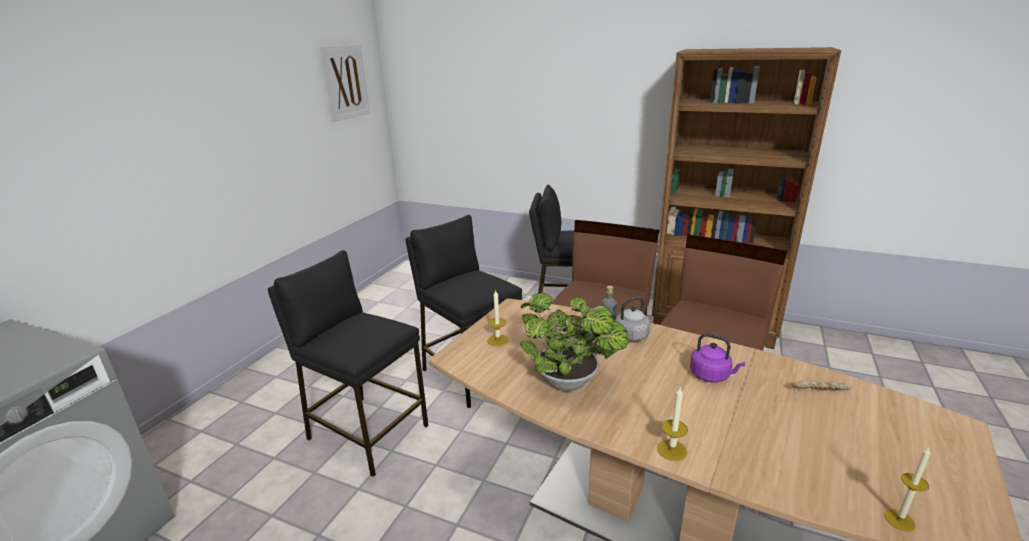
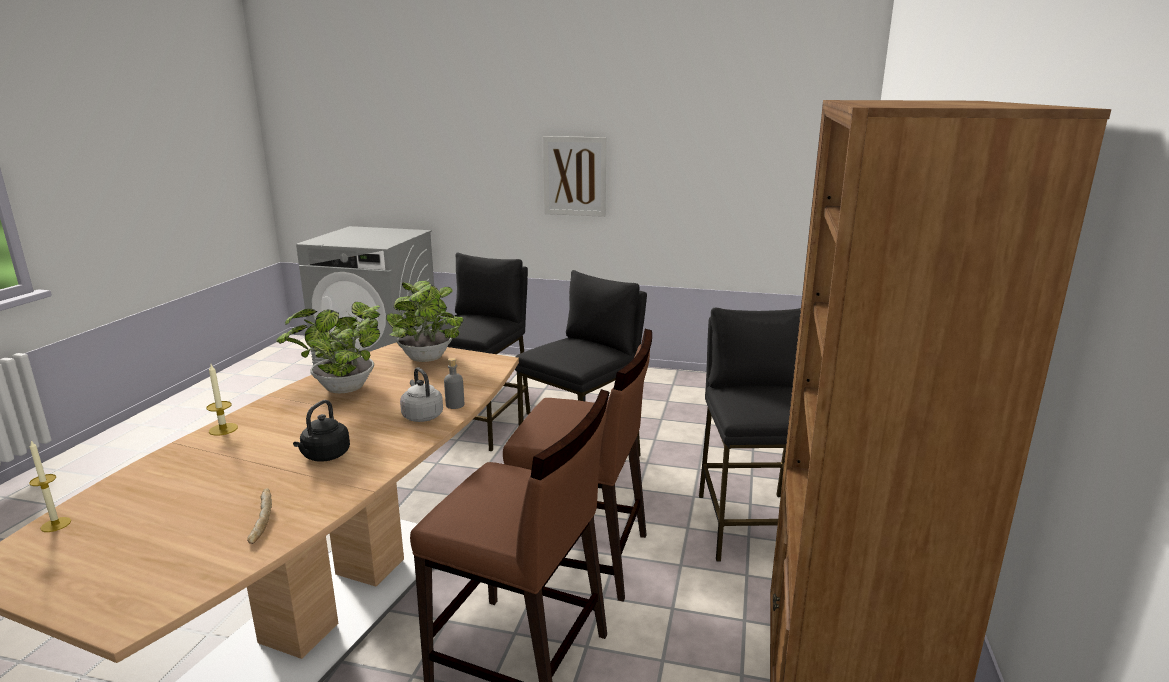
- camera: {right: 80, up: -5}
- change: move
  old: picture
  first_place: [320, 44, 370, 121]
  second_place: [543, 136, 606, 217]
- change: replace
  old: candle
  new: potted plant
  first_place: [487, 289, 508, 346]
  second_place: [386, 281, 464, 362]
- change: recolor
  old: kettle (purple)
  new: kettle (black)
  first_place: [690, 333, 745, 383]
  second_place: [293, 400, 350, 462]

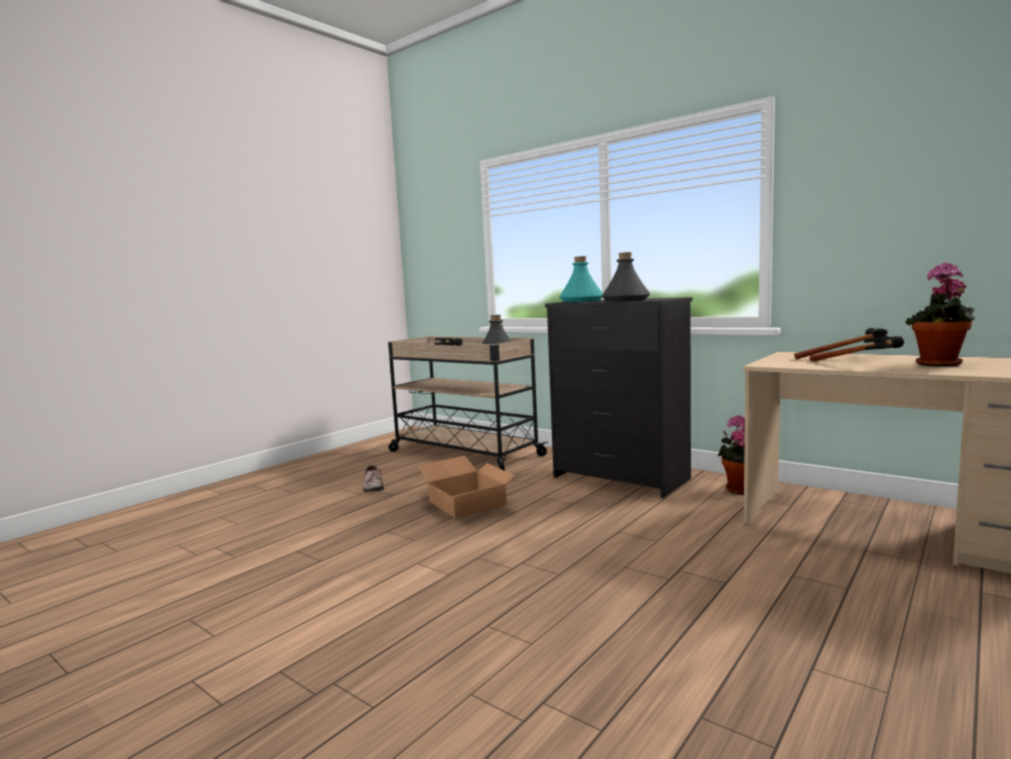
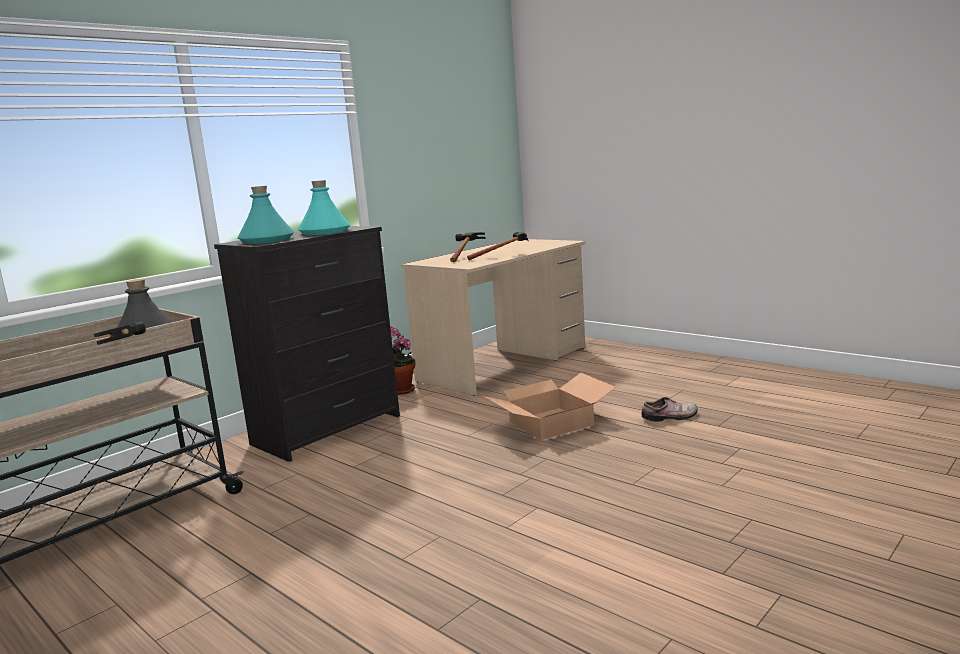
- camera: {right: -85, up: 5}
- change: recolor
  old: bottle (grey)
  new: bottle (turquoise)
  first_place: [602, 252, 650, 302]
  second_place: [298, 180, 351, 235]
- change: delete
  old: potted plant
  first_place: [906, 262, 975, 366]
- change: move
  old: cardboard box
  first_place: [417, 456, 517, 519]
  second_place: [484, 373, 615, 440]
- change: move
  old: shoe
  first_place: [363, 465, 384, 492]
  second_place: [641, 397, 698, 422]

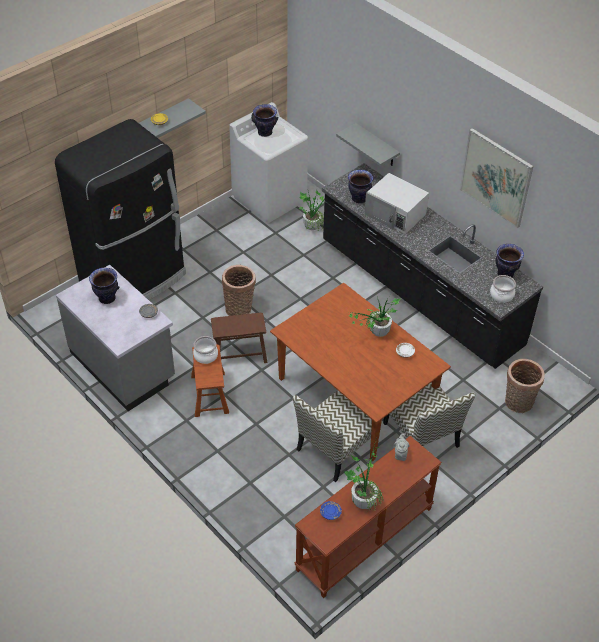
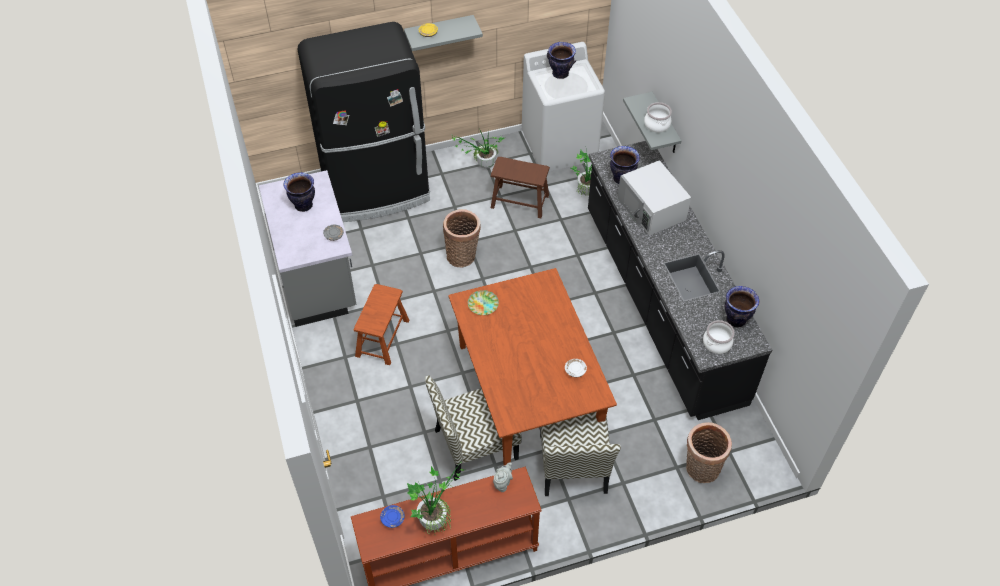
- camera: {right: 25, up: 5}
- change: delete
  old: picture
  first_place: [460, 128, 533, 228]
- change: move
  old: potted plant
  first_place: [349, 297, 401, 337]
  second_place: [450, 130, 505, 169]
- change: move
  old: stool (brown)
  first_place: [211, 313, 268, 363]
  second_place: [491, 157, 550, 218]
- change: move
  old: cooking pot
  first_place: [193, 336, 218, 364]
  second_place: [644, 102, 672, 133]
- change: insert
  new: plate
  second_place: [468, 290, 499, 315]

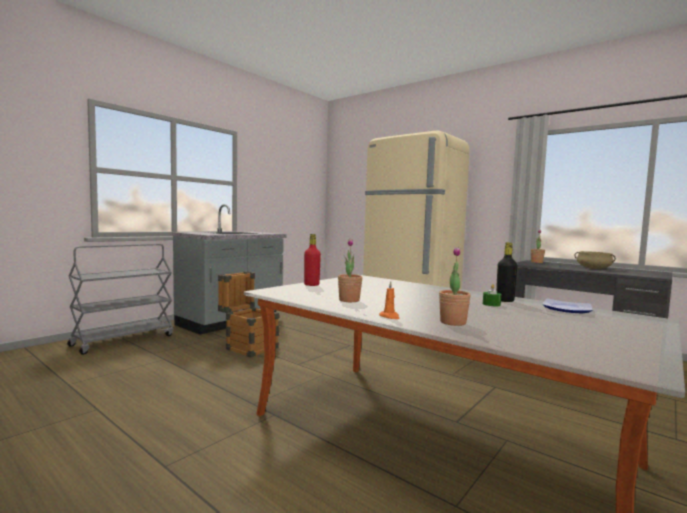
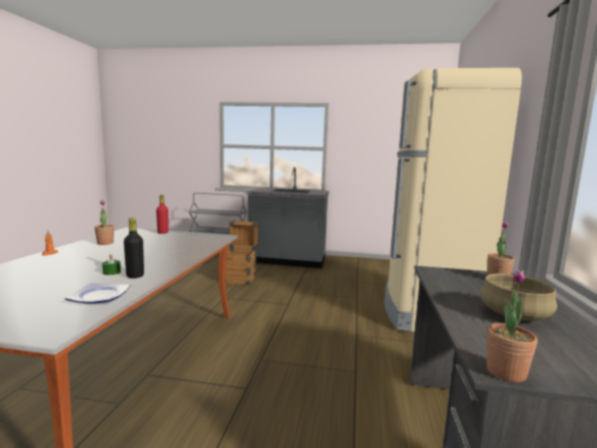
- camera: {right: 60, up: 5}
- change: move
  old: potted plant
  first_place: [439, 247, 471, 326]
  second_place: [487, 269, 538, 382]

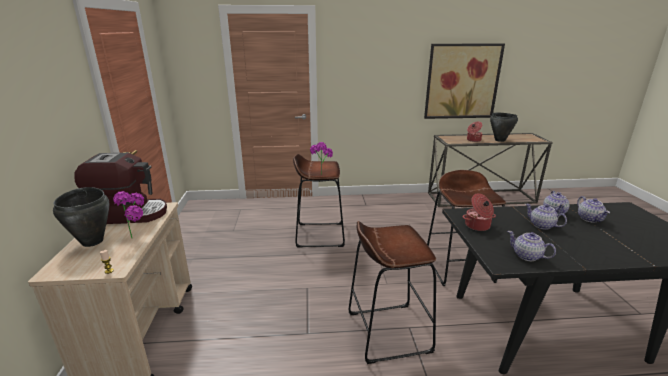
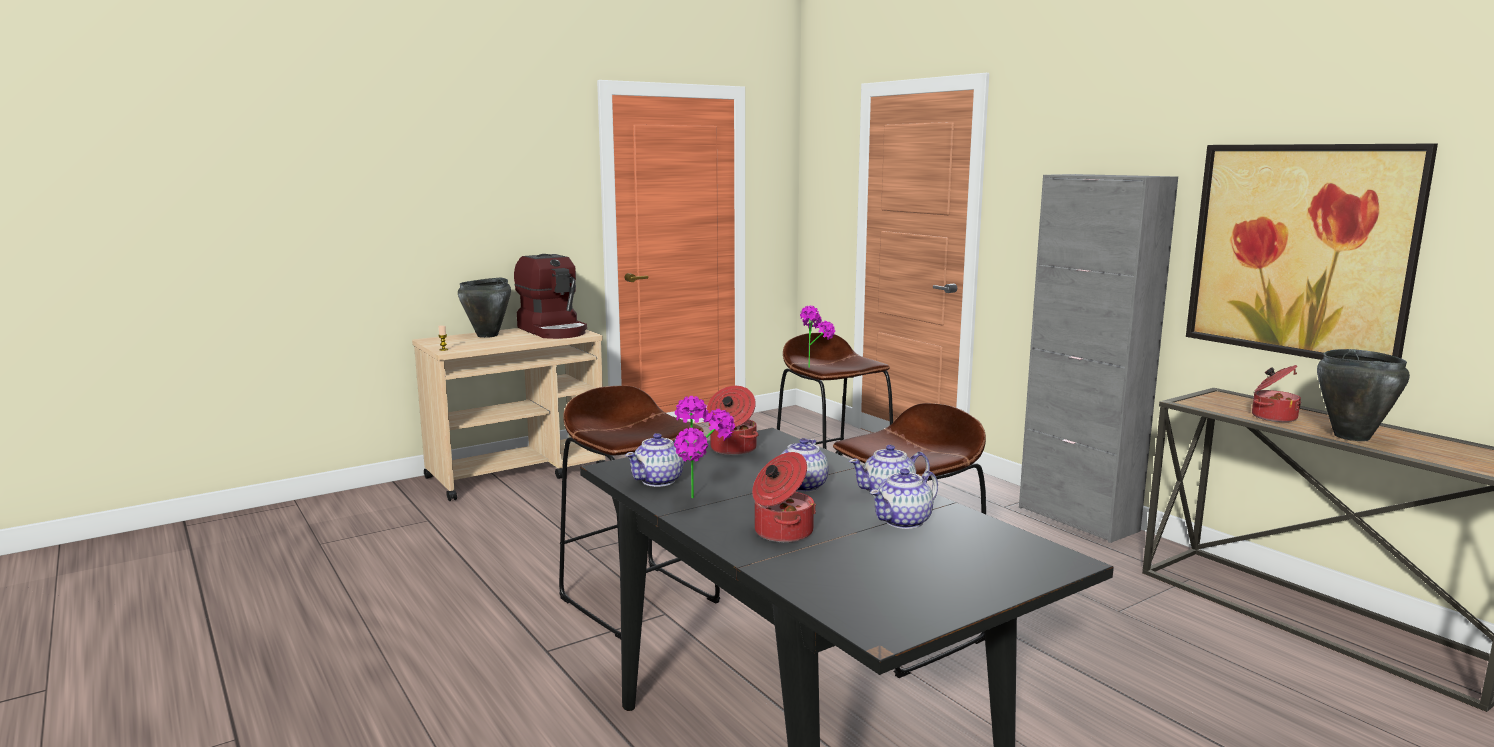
- camera: {right: 60, up: -10}
- change: move
  old: potted plant
  first_place: [113, 191, 145, 238]
  second_place: [674, 396, 735, 498]
- change: rotate
  old: teapot
  first_place: [507, 231, 556, 261]
  second_place: [625, 433, 689, 487]
  degrees: -150
- change: insert
  new: cabinet (grey)
  second_place: [1019, 174, 1178, 543]
- change: insert
  new: cooking pot
  second_place: [752, 452, 816, 543]

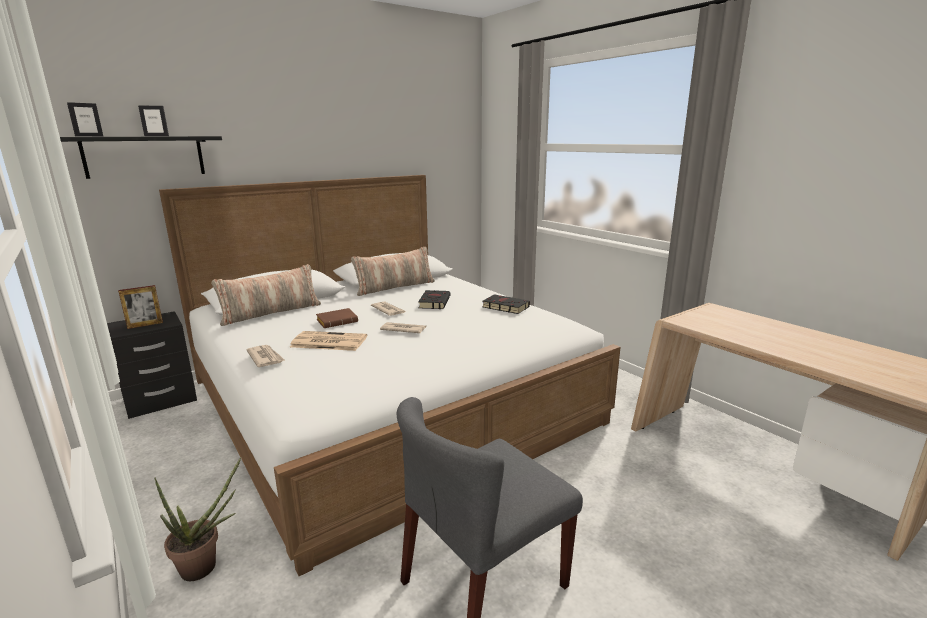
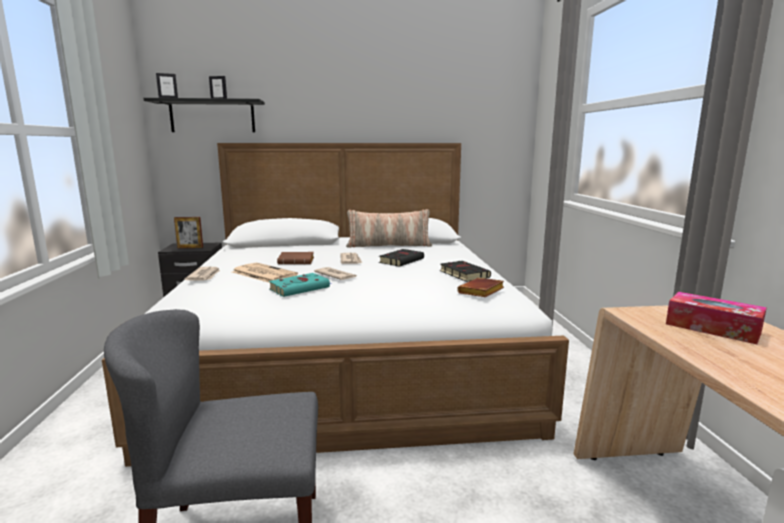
- camera: {right: 30, up: -5}
- change: delete
  old: pillow
  first_place: [211, 264, 321, 326]
- change: delete
  old: potted plant
  first_place: [154, 457, 241, 581]
- change: insert
  new: book (turquoise)
  second_place: [269, 273, 332, 297]
- change: insert
  new: book (brown)
  second_place: [457, 278, 504, 297]
- change: insert
  new: tissue box
  second_place: [666, 292, 767, 345]

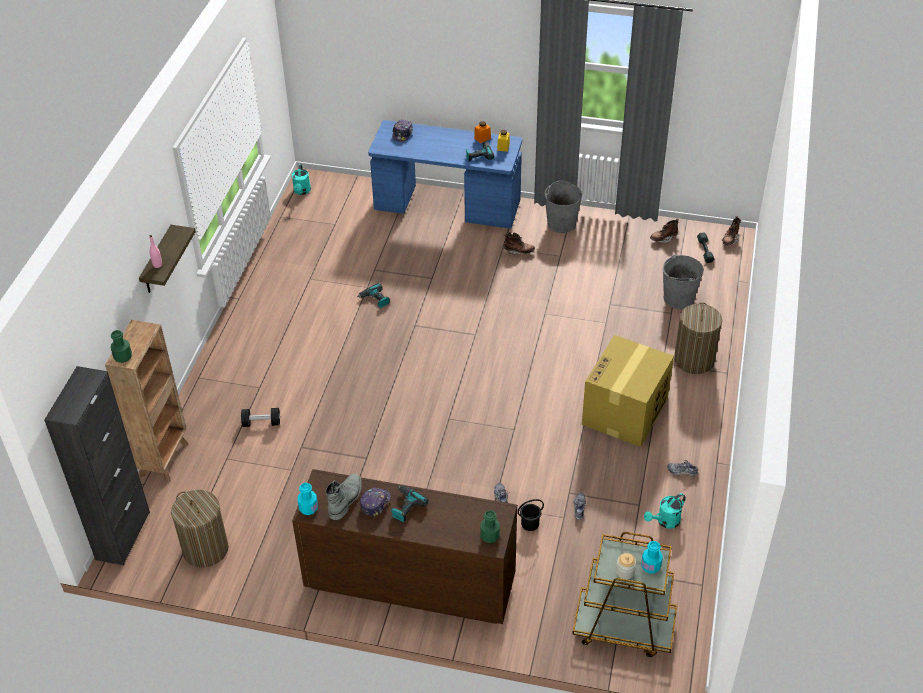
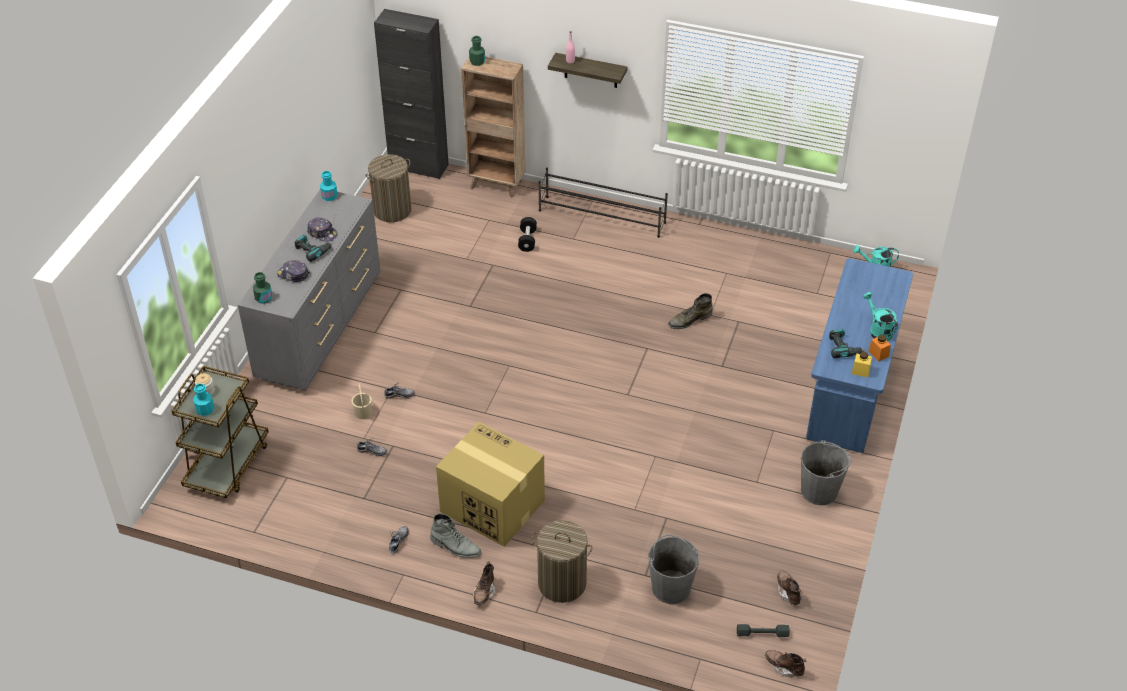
- camera: {right: 95, up: 0}
- change: move
  old: cap
  first_place: [392, 120, 413, 142]
  second_place: [277, 260, 310, 282]
- change: move
  old: boot (brown)
  first_place: [504, 232, 535, 255]
  second_place: [472, 561, 495, 605]
- change: replace
  old: power drill
  new: boot (green)
  first_place: [357, 283, 390, 308]
  second_place: [668, 293, 713, 329]
- change: recolor
  old: dresser (brown)
  new: dresser (grey)
  first_place: [292, 469, 517, 624]
  second_place: [238, 190, 381, 391]
- change: move
  old: boot (grey)
  first_place: [326, 474, 362, 520]
  second_place: [430, 514, 481, 558]
- change: move
  old: watering can (turquoise)
  first_place: [644, 493, 686, 529]
  second_place: [863, 292, 898, 341]
- change: recolor
  old: bucket (black)
  new: bucket (beige)
  first_place: [518, 499, 544, 531]
  second_place: [351, 383, 372, 419]
- change: insert
  new: shoe rack (black)
  second_place: [538, 168, 668, 238]

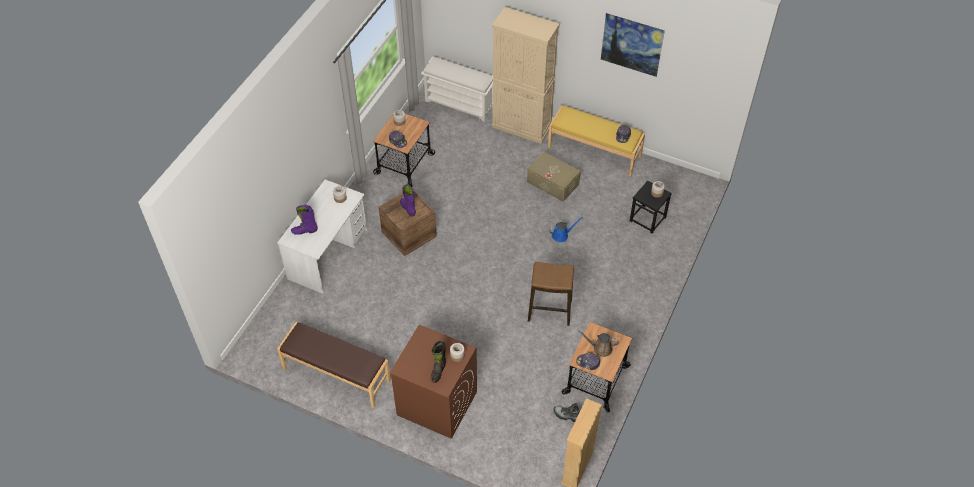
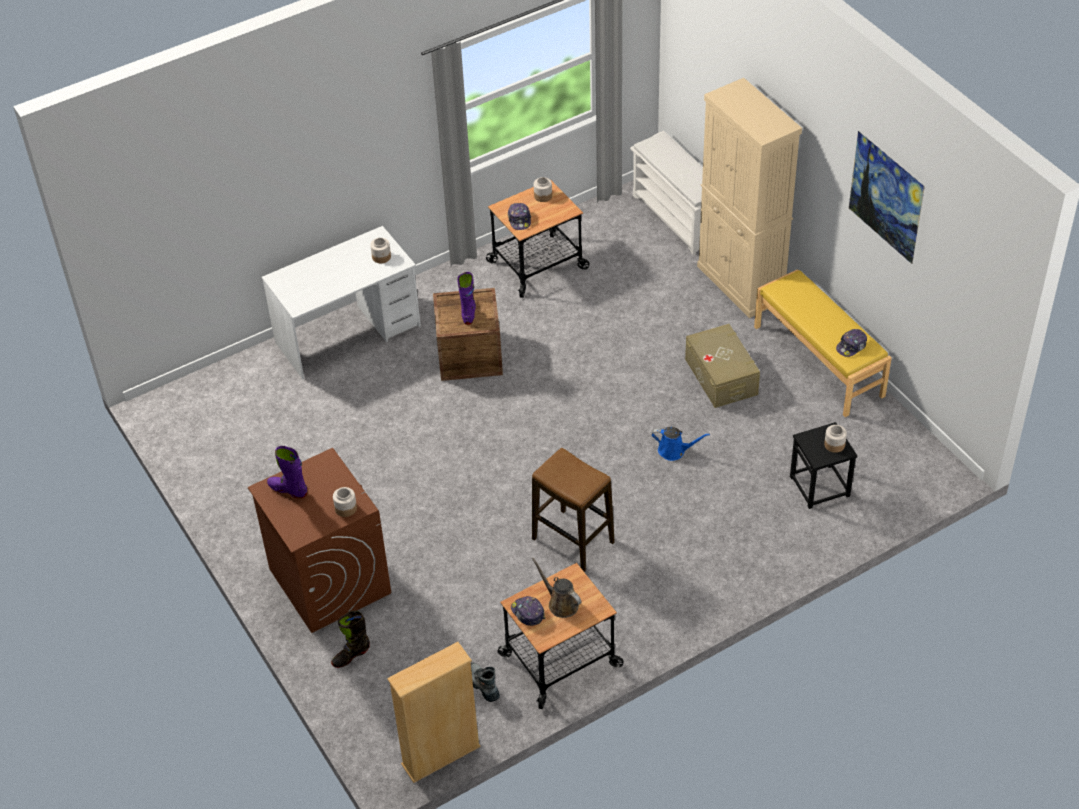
- camera: {right: 35, up: -5}
- change: move
  old: boot (purple)
  first_place: [291, 205, 318, 235]
  second_place: [267, 446, 307, 498]
- change: delete
  old: bench (brown)
  first_place: [277, 322, 391, 408]
- change: move
  old: boot (black)
  first_place: [431, 341, 446, 383]
  second_place: [331, 610, 370, 668]

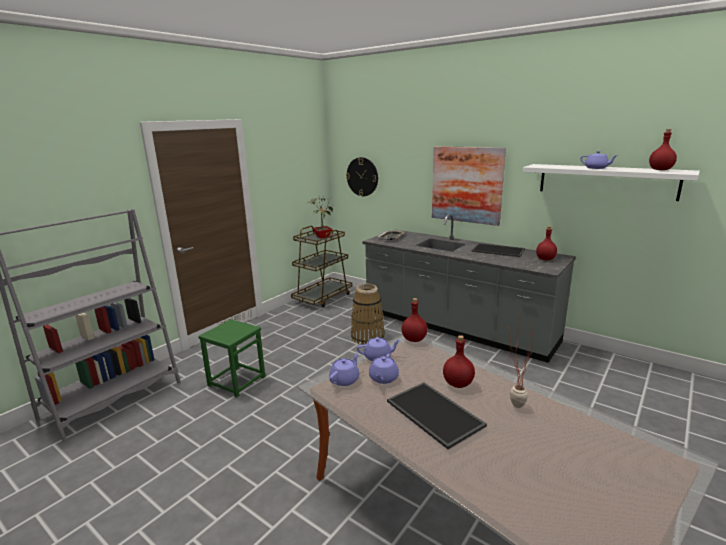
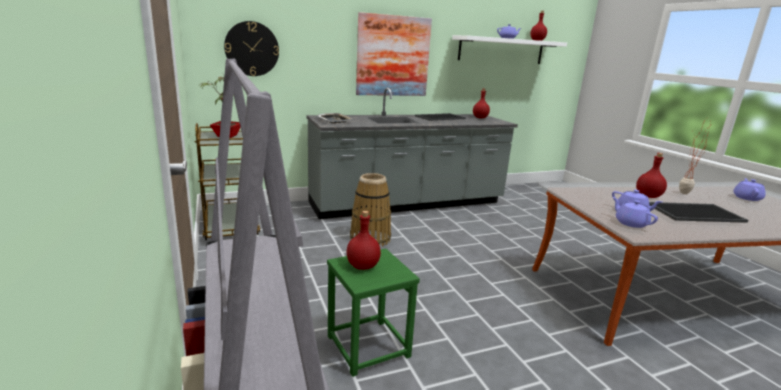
- camera: {right: -60, up: 0}
- change: move
  old: bottle (red)
  first_place: [401, 298, 428, 342]
  second_place: [347, 211, 381, 270]
- change: move
  old: teapot (purple)
  first_place: [357, 337, 401, 361]
  second_place: [733, 178, 766, 201]

